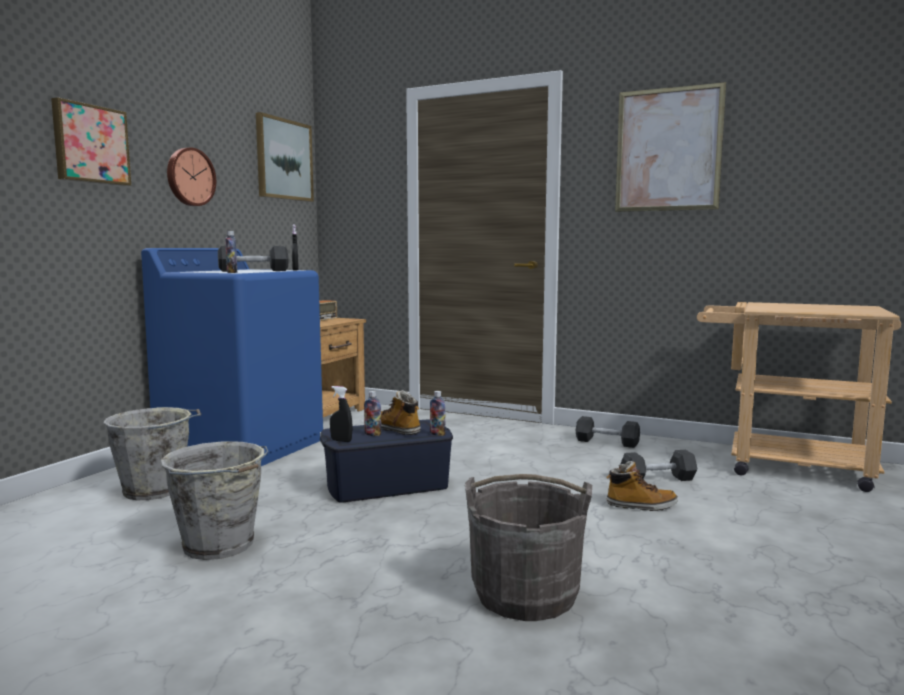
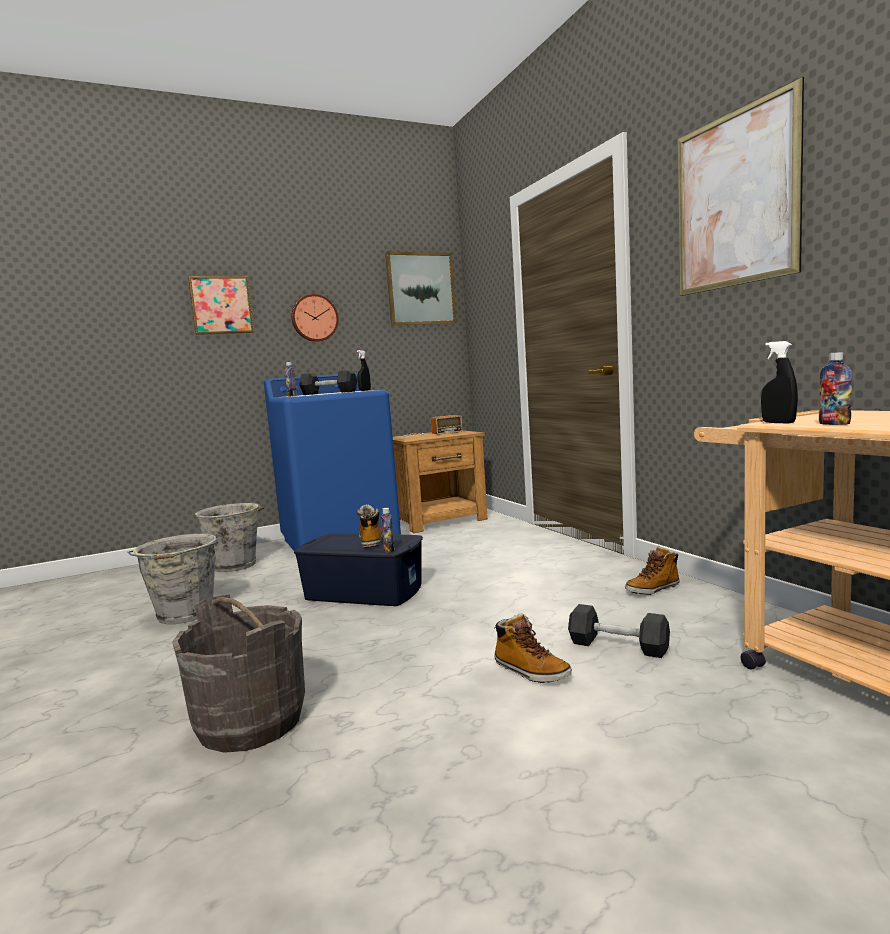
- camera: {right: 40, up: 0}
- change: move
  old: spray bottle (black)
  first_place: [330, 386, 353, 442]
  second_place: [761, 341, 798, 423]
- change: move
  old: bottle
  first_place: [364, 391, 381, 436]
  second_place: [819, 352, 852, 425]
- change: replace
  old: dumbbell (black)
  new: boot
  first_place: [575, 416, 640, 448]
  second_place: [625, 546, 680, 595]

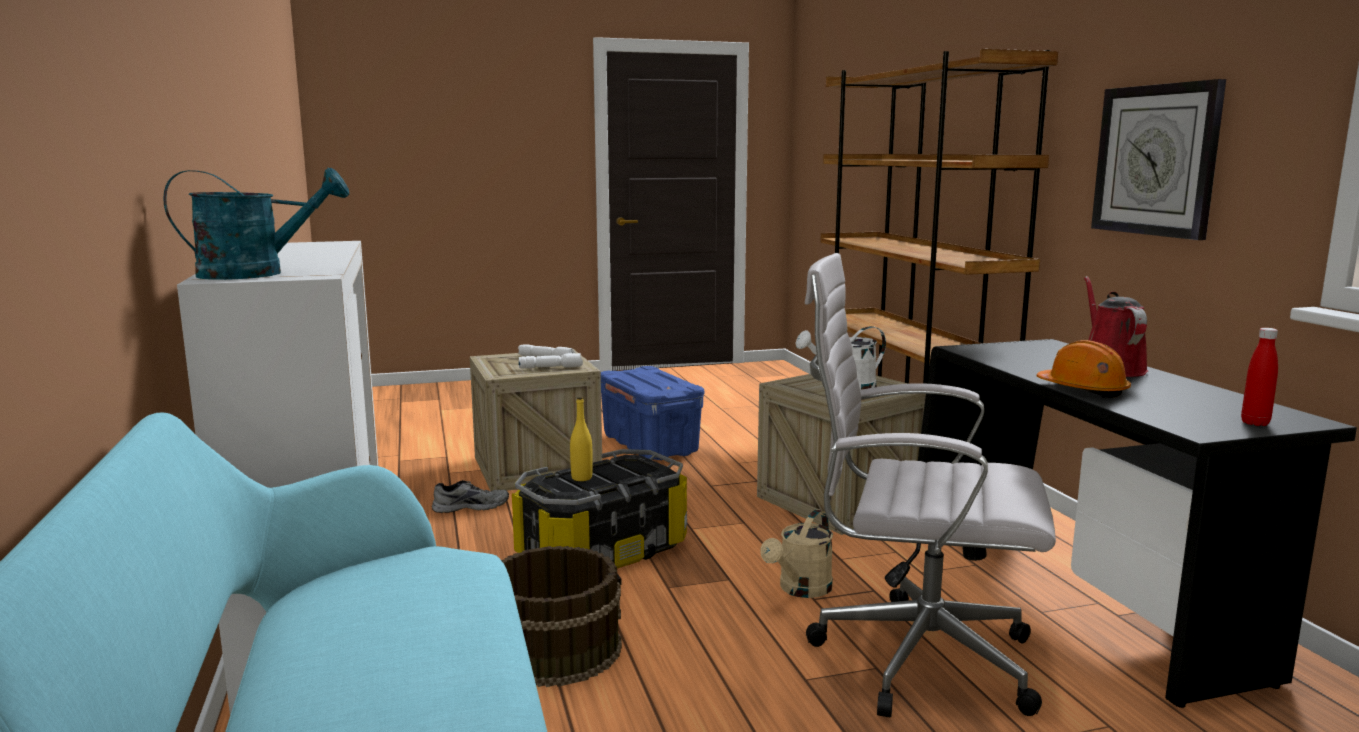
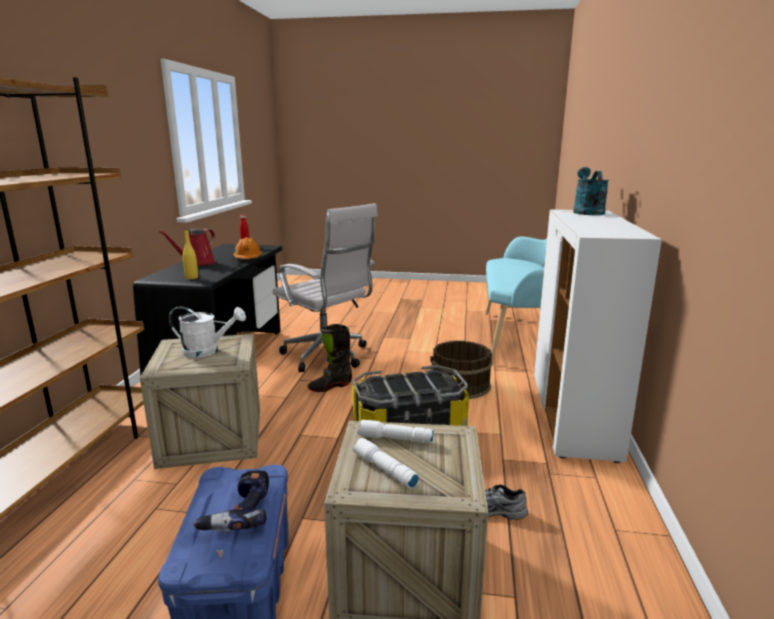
- camera: {right: -155, up: 5}
- change: delete
  old: wall clock
  first_place: [1091, 79, 1226, 240]
- change: rotate
  old: watering can (turquoise)
  first_place: [163, 168, 349, 280]
  second_place: [573, 167, 609, 215]
  degrees: 90
- change: move
  old: bottle (yellow)
  first_place: [570, 397, 593, 481]
  second_place: [183, 229, 198, 279]
- change: replace
  old: watering can (beige)
  new: boot (black)
  first_place: [760, 509, 833, 598]
  second_place: [307, 324, 352, 392]
- change: insert
  new: power drill
  second_place: [194, 471, 269, 531]

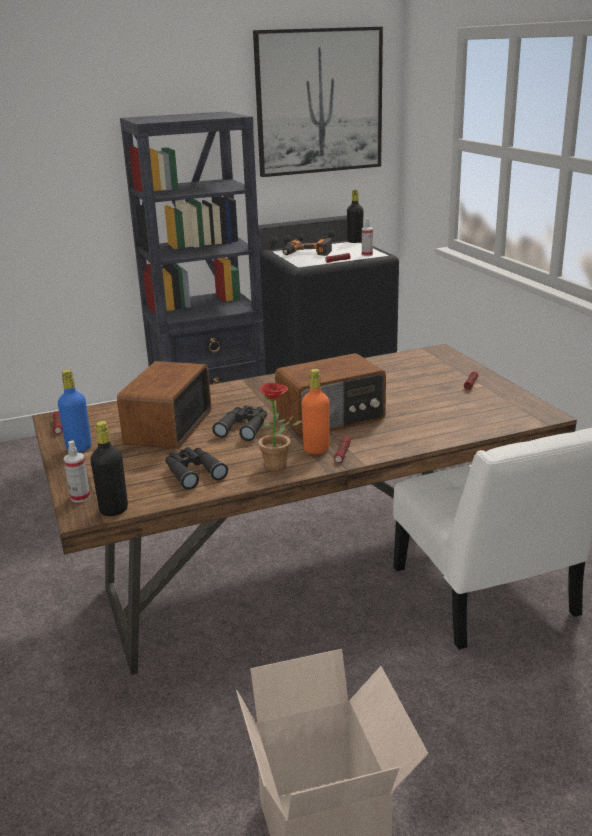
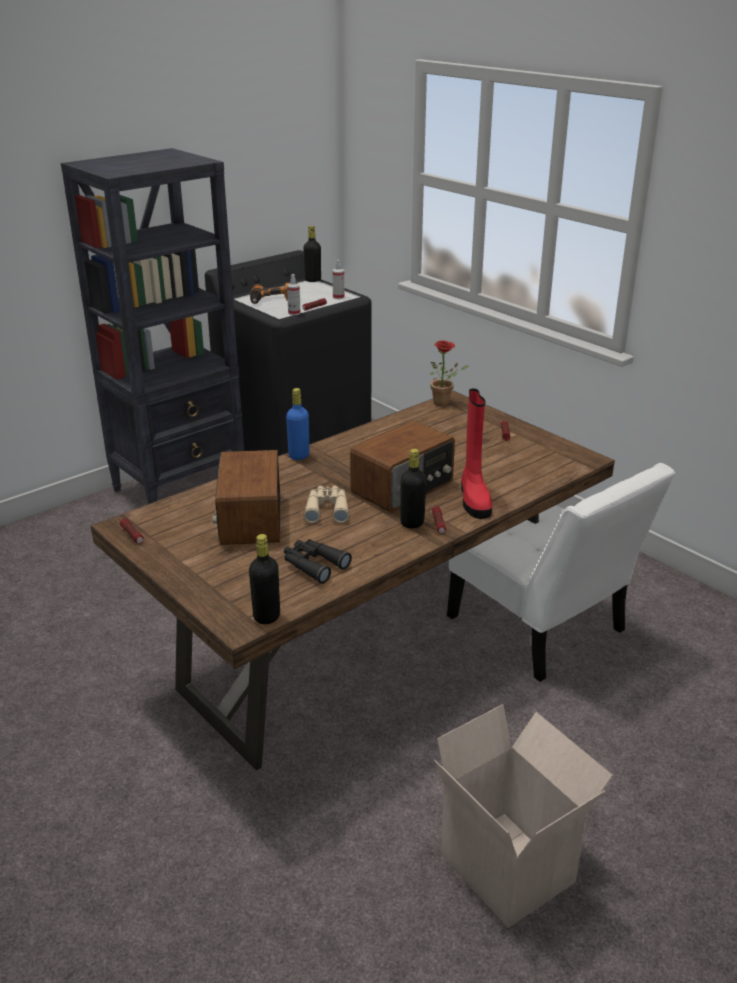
- camera: {right: -20, up: 5}
- change: delete
  old: picture
  first_place: [253, 27, 383, 177]
- change: move
  old: bottle (blue)
  first_place: [58, 369, 92, 453]
  second_place: [286, 388, 309, 460]
- change: recolor
  old: bottle (orange)
  new: bottle (black)
  first_place: [301, 369, 329, 454]
  second_place: [401, 449, 427, 529]
- change: move
  old: potted plant
  first_place: [252, 383, 302, 472]
  second_place: [430, 341, 469, 406]
- change: recolor
  old: binoculars (black)
  new: binoculars (beige)
  first_place: [212, 405, 267, 441]
  second_place: [303, 486, 350, 523]
- change: move
  old: spray bottle
  first_place: [63, 440, 90, 503]
  second_place: [287, 274, 301, 315]
- change: insert
  new: boot (red)
  second_place: [461, 388, 492, 519]

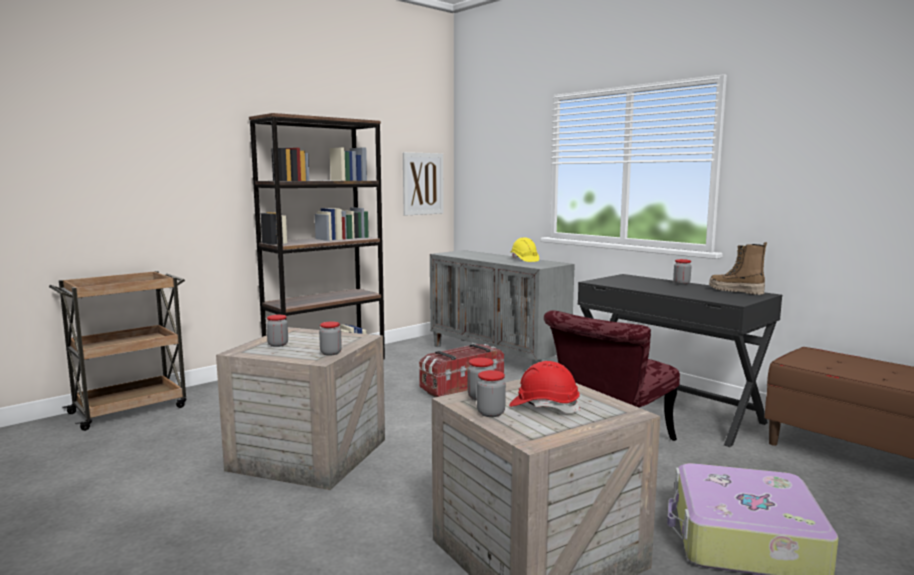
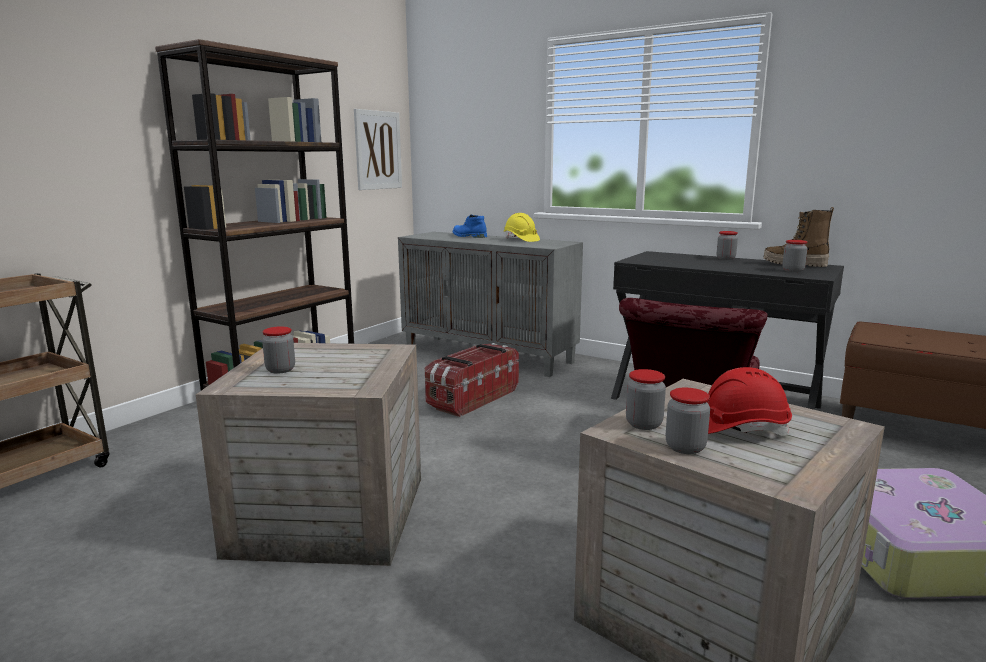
- camera: {right: -15, up: 5}
- change: move
  old: jar
  first_place: [319, 322, 342, 355]
  second_place: [782, 240, 808, 272]
- change: insert
  new: boot (blue)
  second_place: [453, 214, 487, 238]

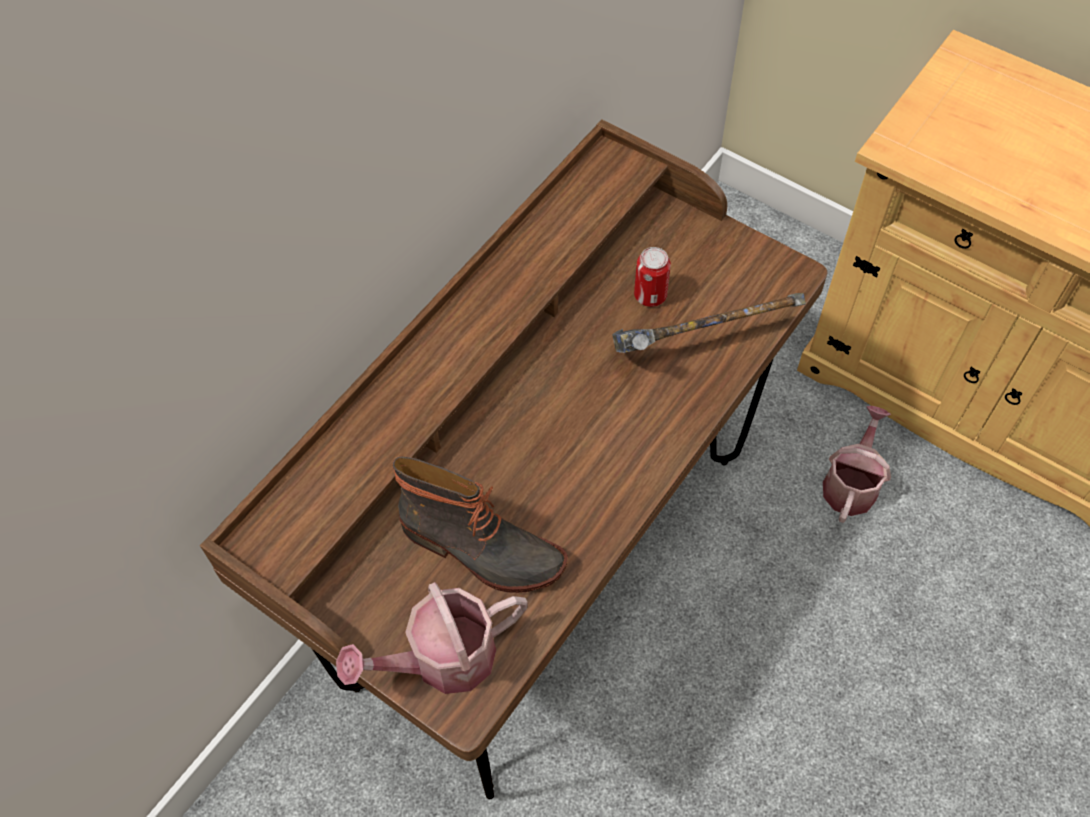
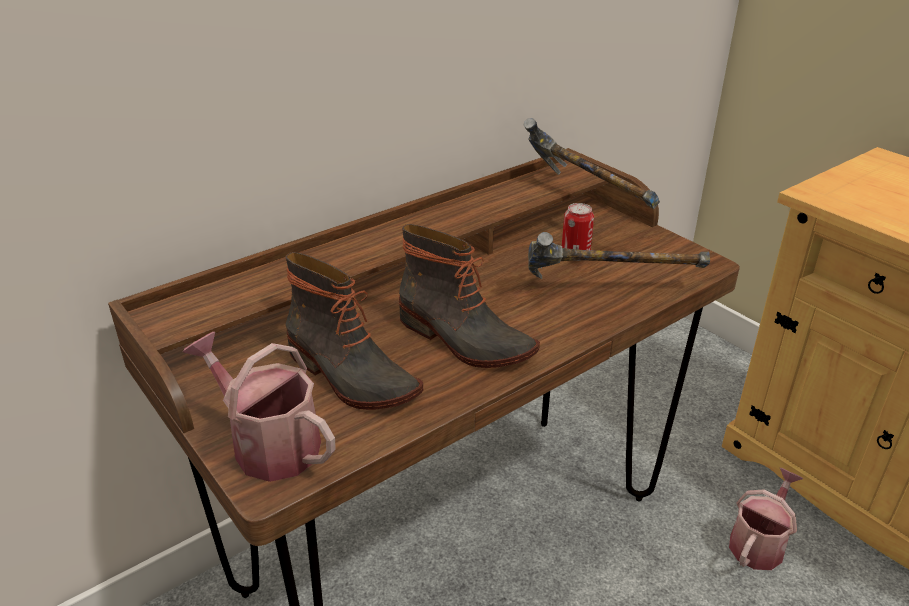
- camera: {right: 15, up: -25}
- change: rotate
  old: watering can
  first_place: [336, 582, 528, 694]
  second_place: [183, 332, 336, 482]
  degrees: 45
- change: insert
  new: hammer
  second_place: [524, 118, 660, 209]
- change: insert
  new: boot
  second_place: [399, 224, 540, 368]

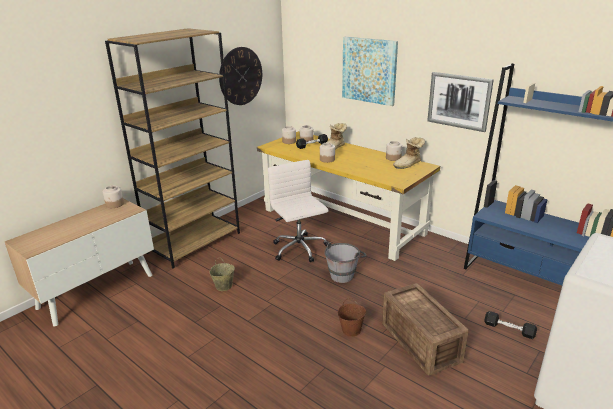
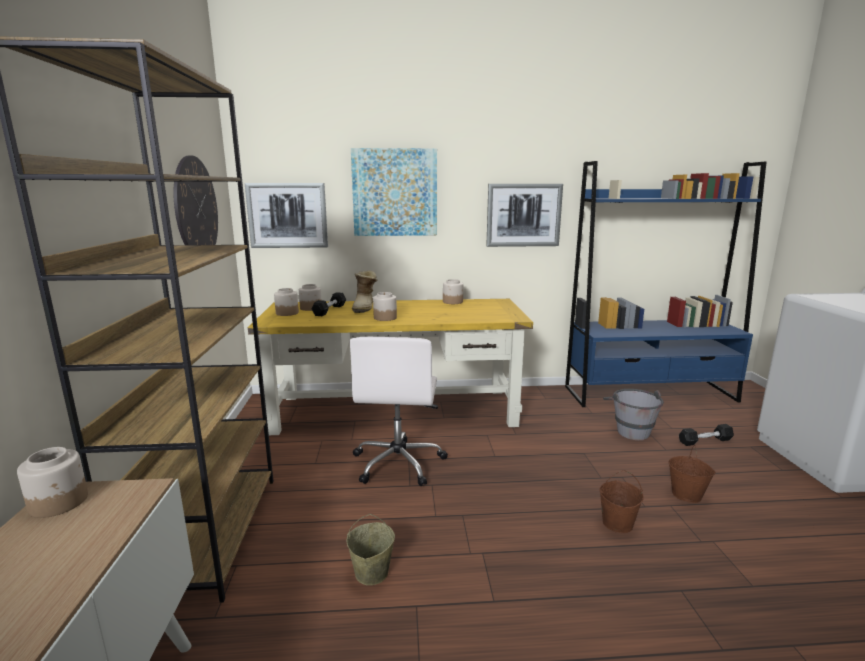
- camera: {right: -45, up: -10}
- change: delete
  old: boot
  first_place: [393, 137, 425, 169]
- change: rotate
  old: office chair (white)
  first_place: [268, 160, 329, 262]
  second_place: [350, 337, 448, 486]
  degrees: -105
- change: move
  old: bucket (grey)
  first_place: [324, 242, 366, 283]
  second_place: [603, 389, 664, 440]
- change: replace
  old: crate
  new: bucket (brown)
  first_place: [382, 283, 469, 376]
  second_place: [669, 445, 716, 503]
- change: insert
  new: picture
  second_place: [245, 183, 328, 248]

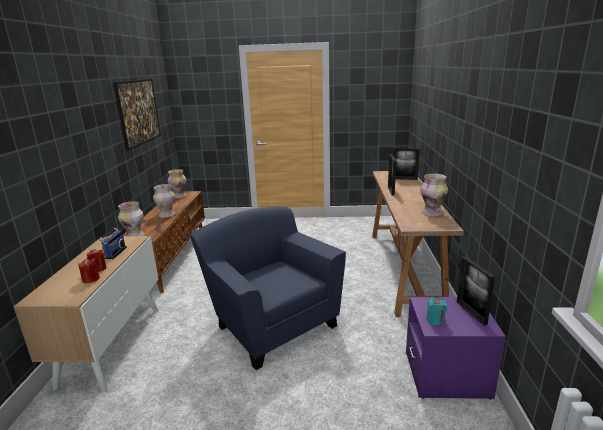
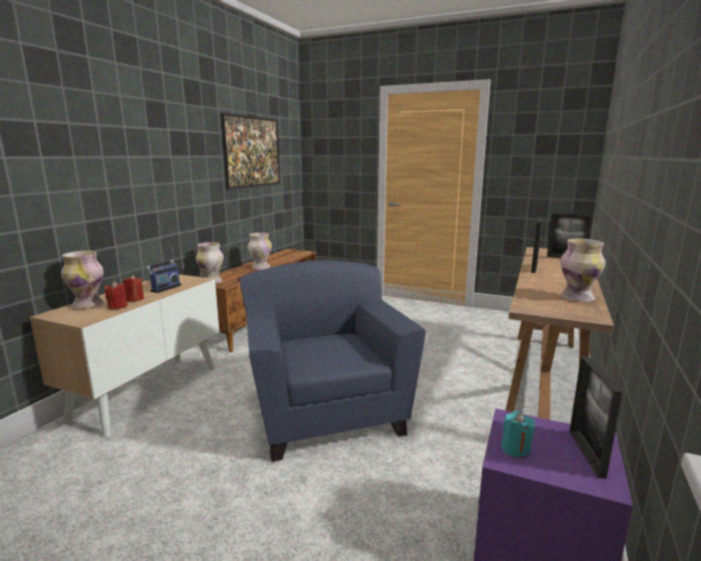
- camera: {right: 20, up: -5}
- change: move
  old: vase
  first_place: [168, 169, 187, 198]
  second_place: [61, 251, 104, 309]

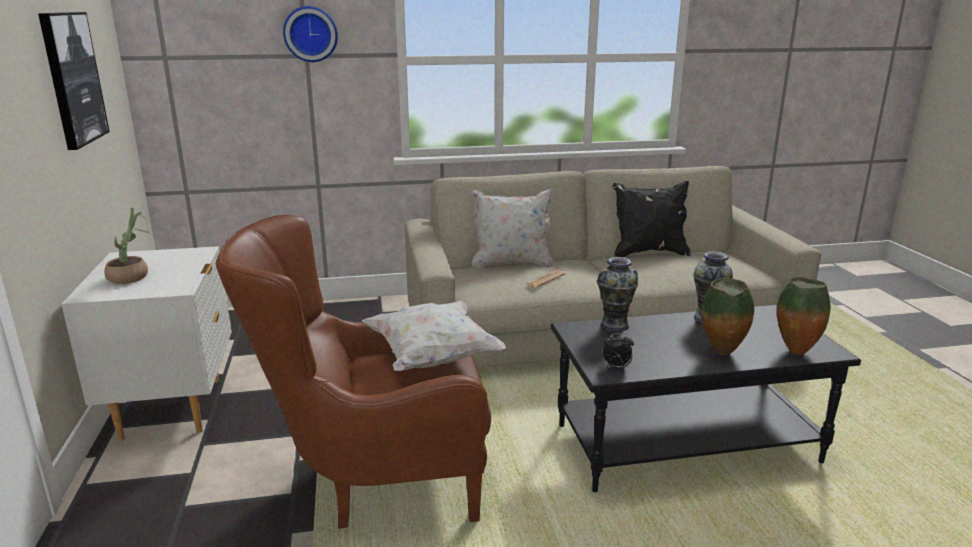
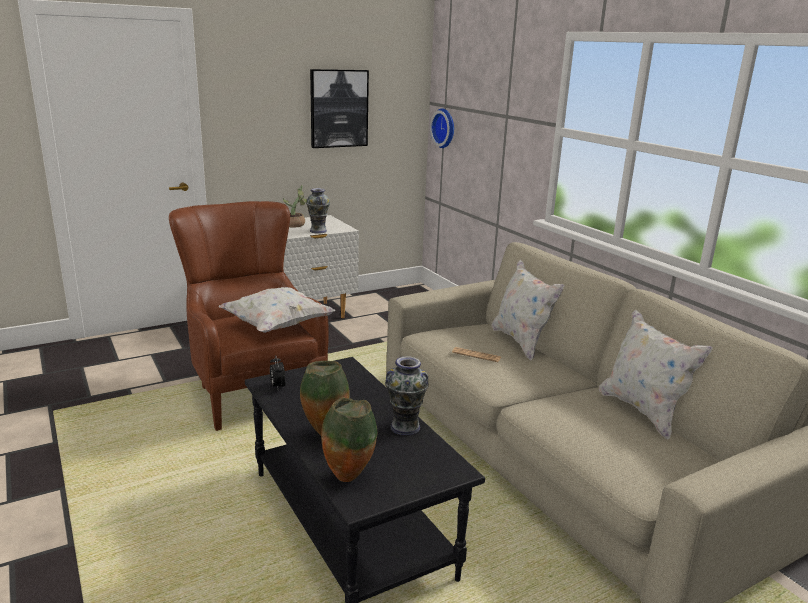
- camera: {right: 70, up: 0}
- change: move
  old: wall clock
  first_place: [283, 6, 338, 62]
  second_place: [430, 108, 454, 148]
- change: recolor
  old: pillow (black)
  new: pillow (white)
  first_place: [612, 181, 691, 257]
  second_place: [599, 310, 713, 440]
- change: move
  old: vase
  first_place: [597, 257, 638, 332]
  second_place: [306, 188, 330, 234]

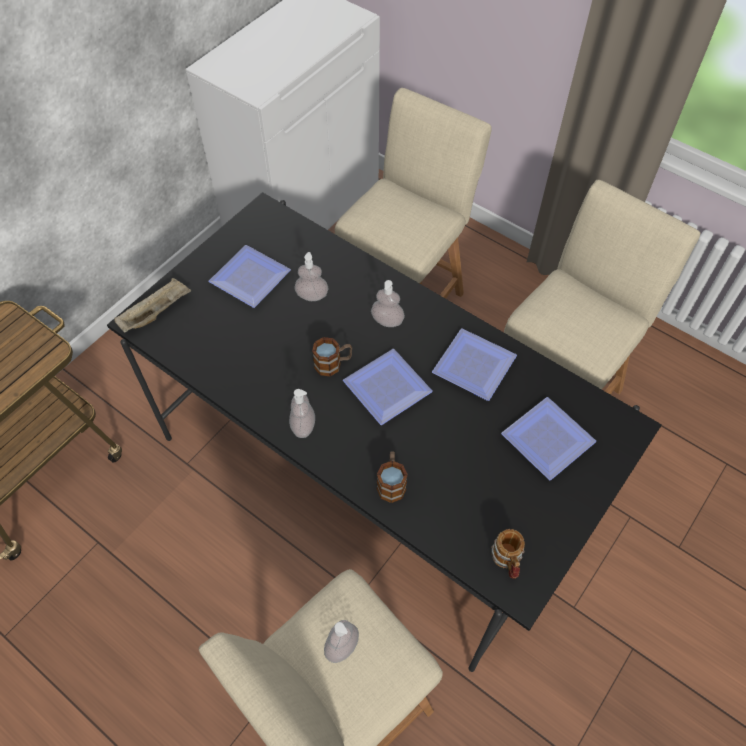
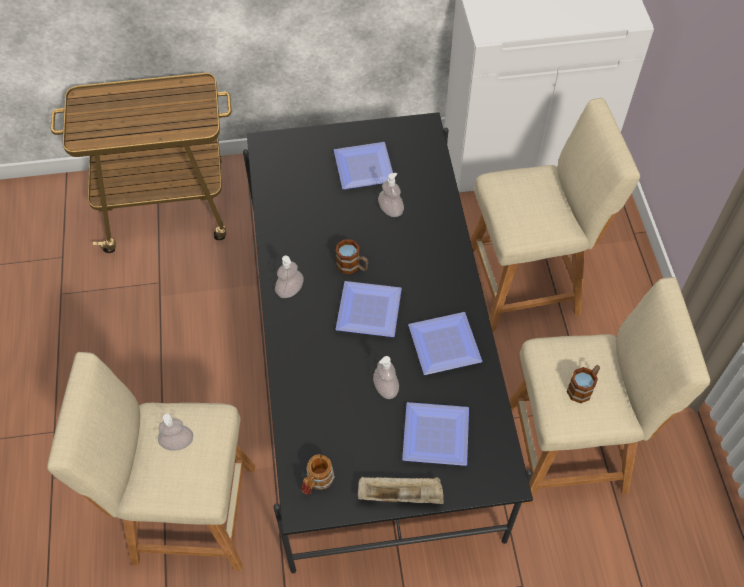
- camera: {right: 45, up: 0}
- change: move
  old: tray (beige)
  first_place: [114, 278, 191, 333]
  second_place: [358, 476, 444, 504]
- change: move
  old: soap dispenser
  first_place: [371, 280, 405, 327]
  second_place: [373, 356, 399, 399]
- change: move
  old: mug
  first_place: [377, 451, 408, 503]
  second_place: [566, 365, 600, 403]

